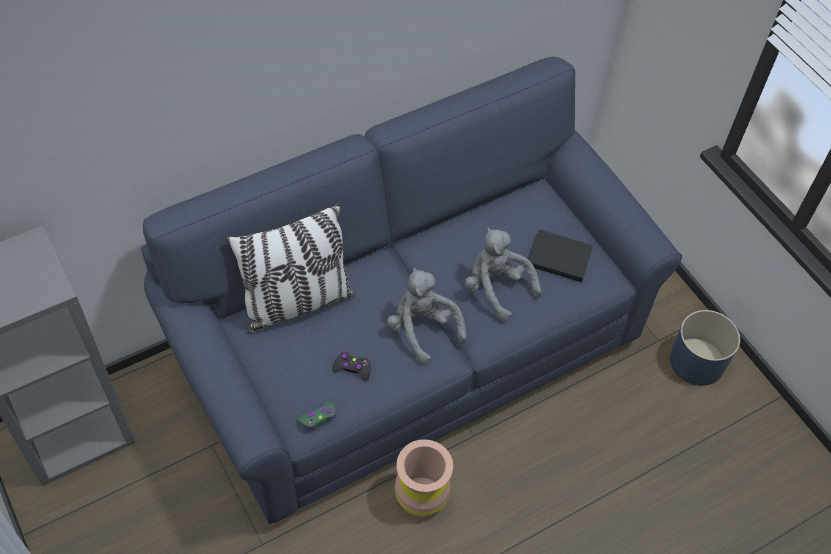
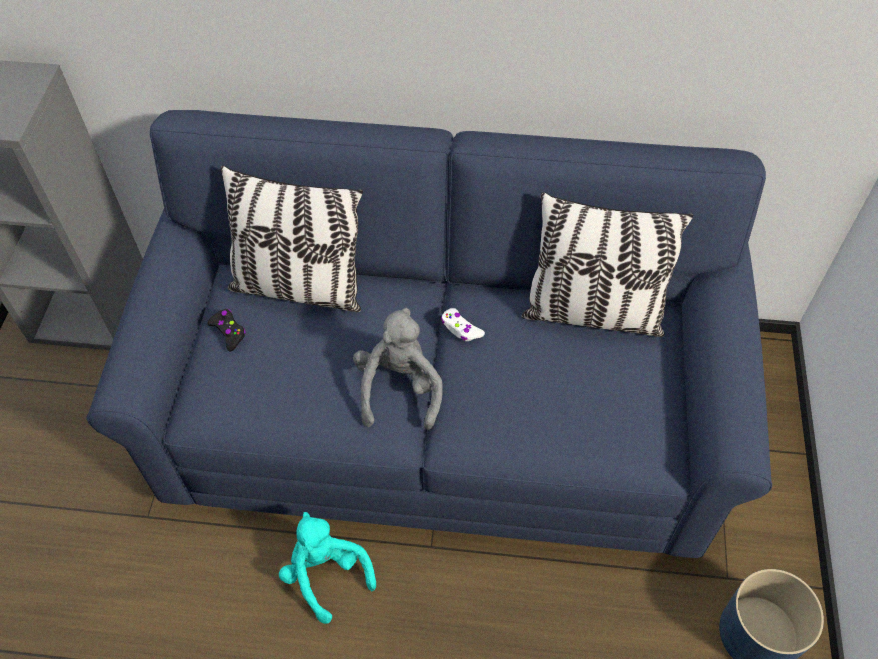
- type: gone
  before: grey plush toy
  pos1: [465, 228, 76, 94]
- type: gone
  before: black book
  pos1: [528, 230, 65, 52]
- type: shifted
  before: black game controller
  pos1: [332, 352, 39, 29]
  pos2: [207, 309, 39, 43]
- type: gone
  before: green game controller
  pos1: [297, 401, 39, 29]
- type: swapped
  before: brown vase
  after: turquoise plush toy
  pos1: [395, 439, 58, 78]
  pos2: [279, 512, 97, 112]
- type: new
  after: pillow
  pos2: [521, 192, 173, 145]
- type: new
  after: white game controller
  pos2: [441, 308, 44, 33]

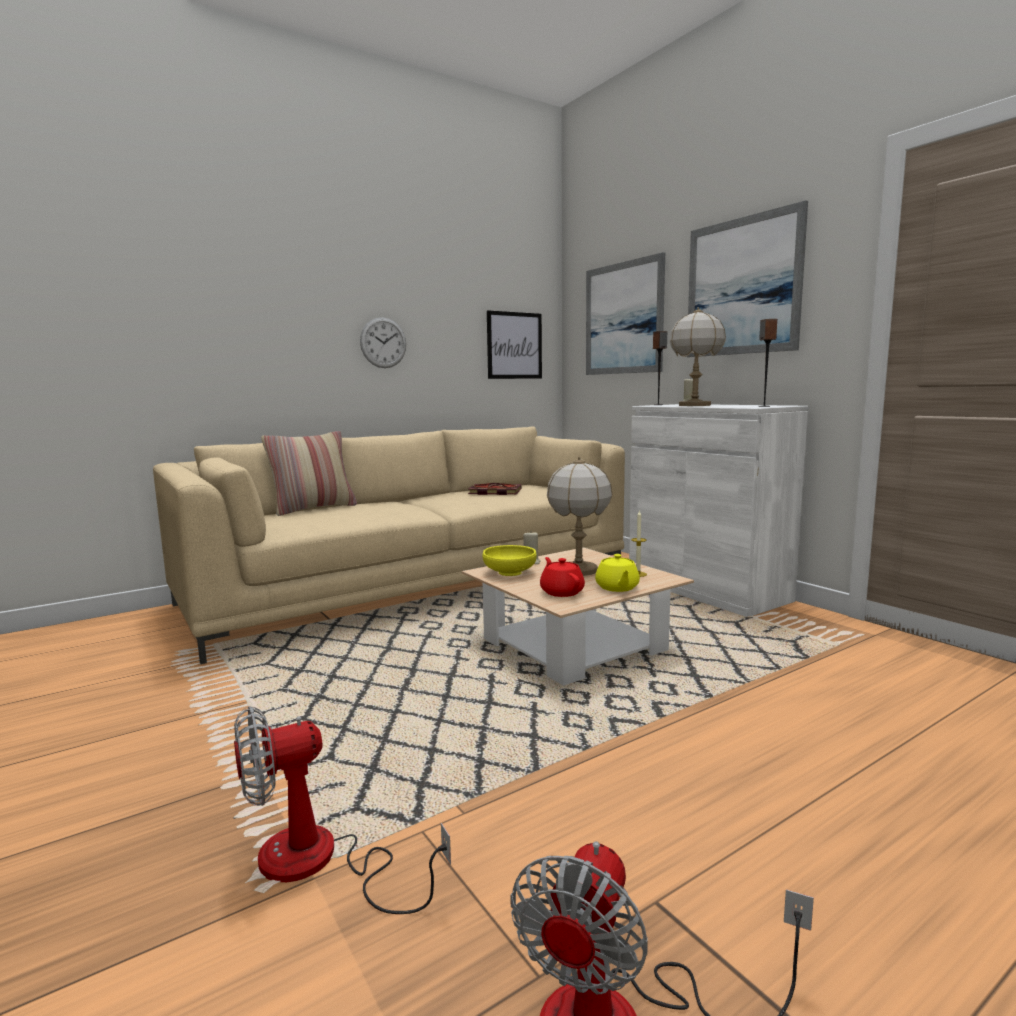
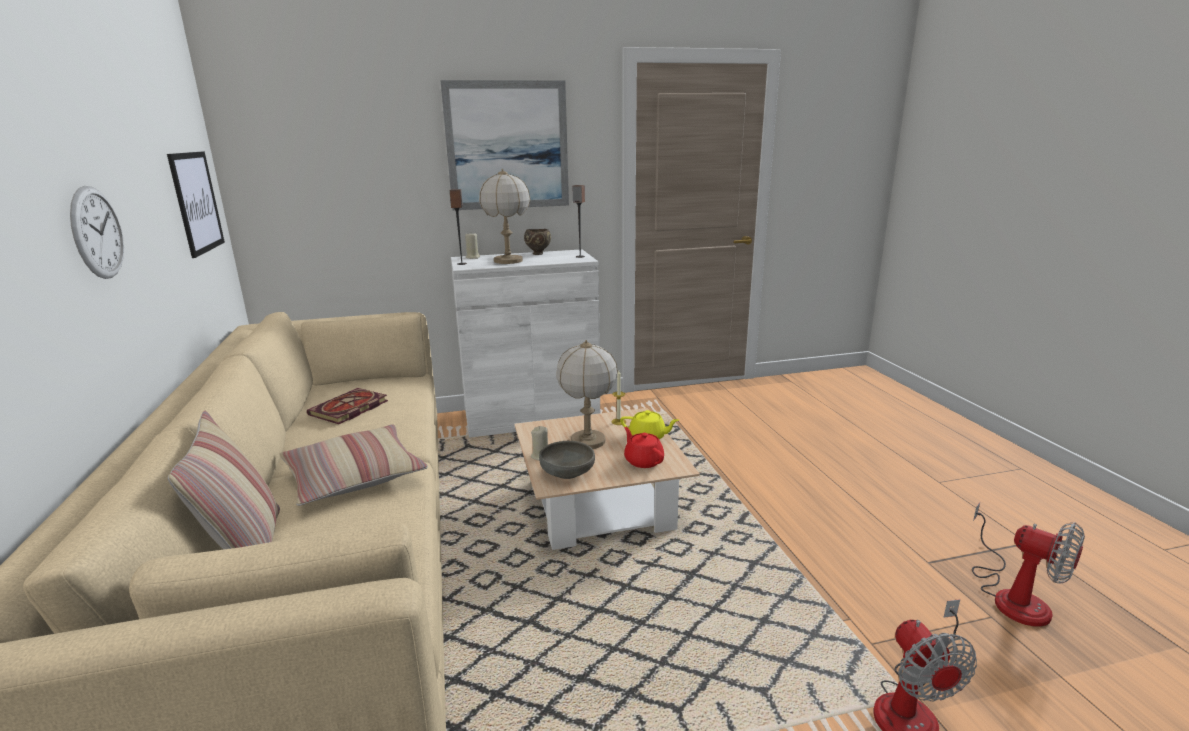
- type: gone
  before: picture
  pos1: [586, 252, 79, 123]
- type: repainted
  before: yellow bowl
  after: grey bowl
  pos1: [483, 545, 53, 31]
  pos2: [539, 441, 56, 38]
- type: rotated
  before: red teapot
  pos1: [540, 557, 45, 40]
  pos2: [624, 427, 40, 41]
  turn: 60
- type: new
  after: brown bowl
  pos2: [524, 229, 27, 26]
- type: new
  after: pillow
  pos2: [279, 424, 149, 82]

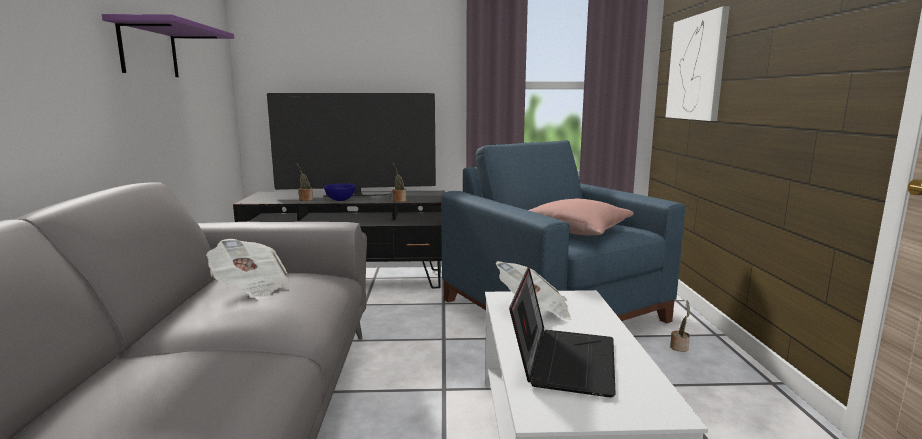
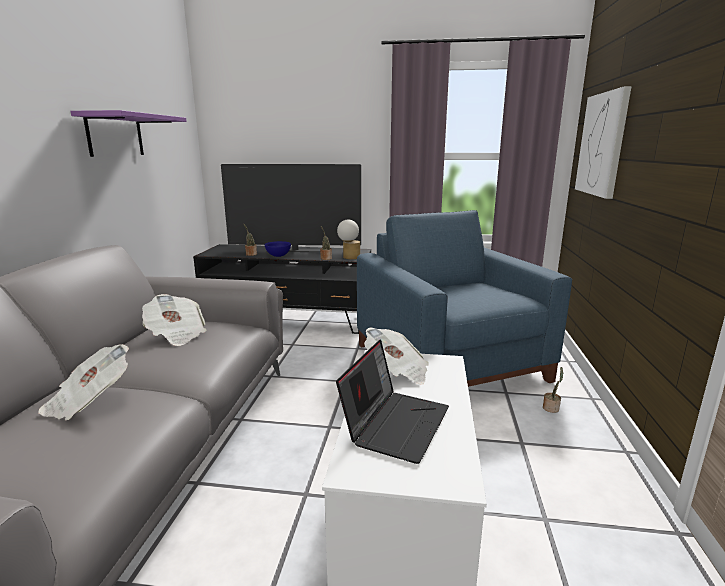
- type: gone
  before: pink pillow
  pos1: [529, 198, 105, 37]
- type: new
  after: table lamp
  pos2: [337, 219, 23, 40]
- type: new
  after: newspaper
  pos2: [38, 344, 91, 77]

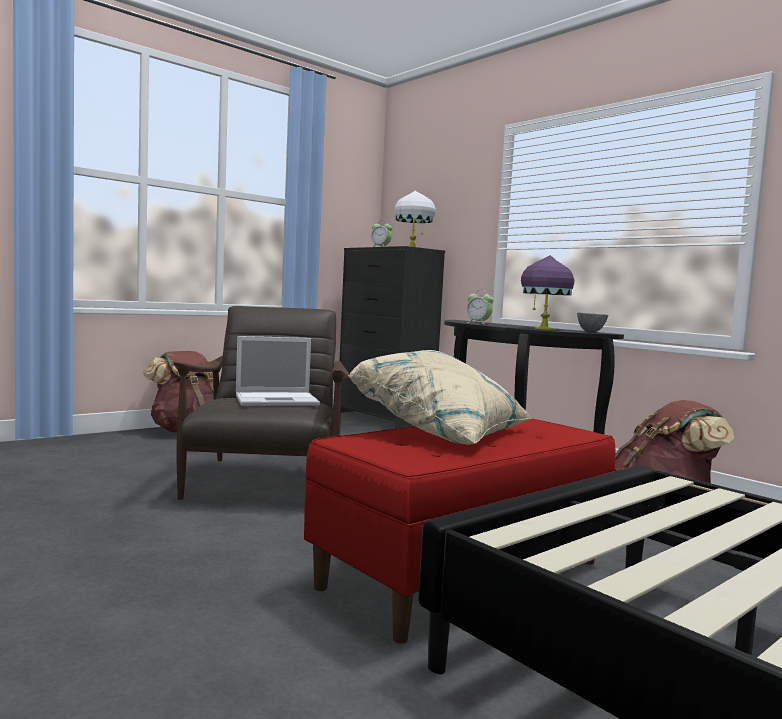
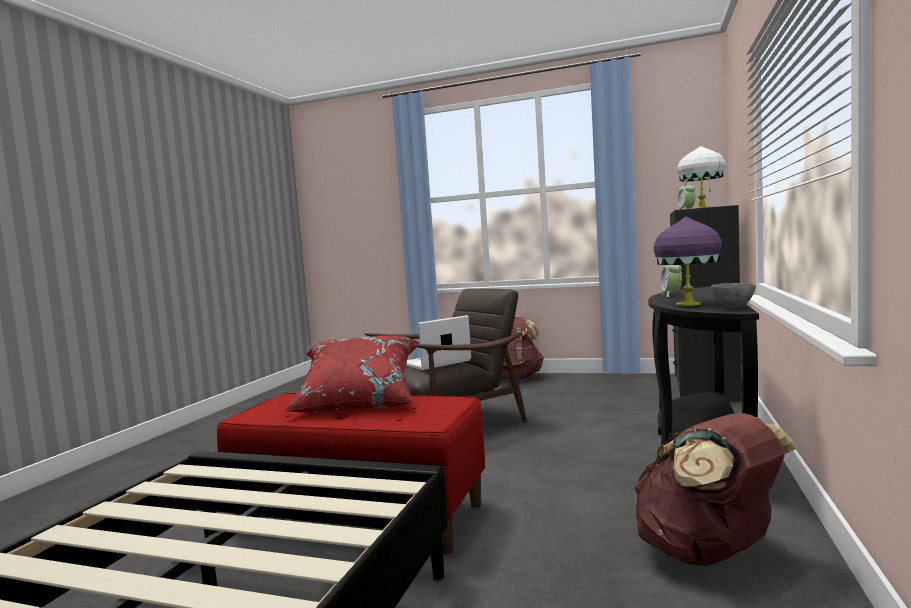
- type: rotated
  before: laptop
  pos1: [236, 336, 84, 70]
  pos2: [405, 315, 66, 55]
  turn: 105
- type: repainted
  before: beige pillow
  after: red pillow
  pos1: [348, 350, 185, 95]
  pos2: [284, 336, 136, 76]

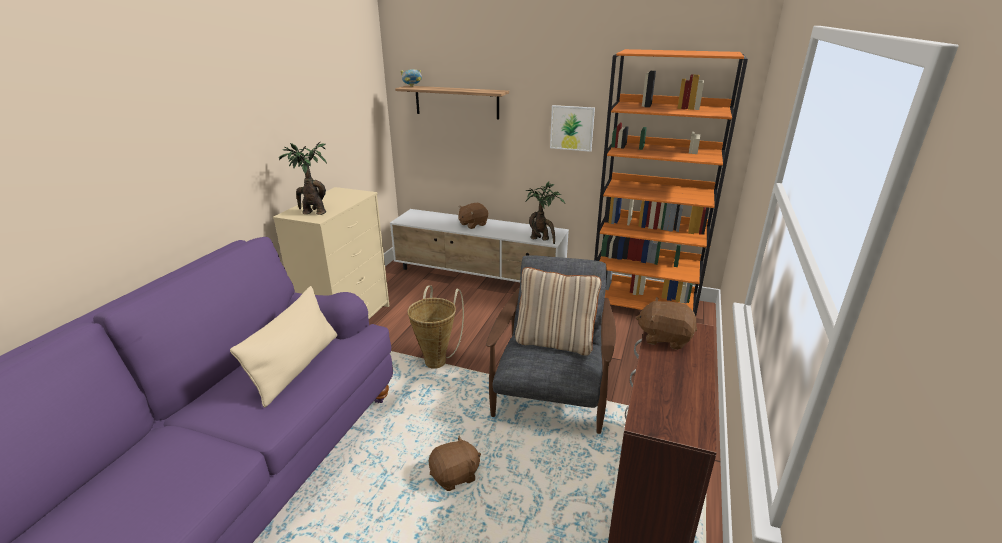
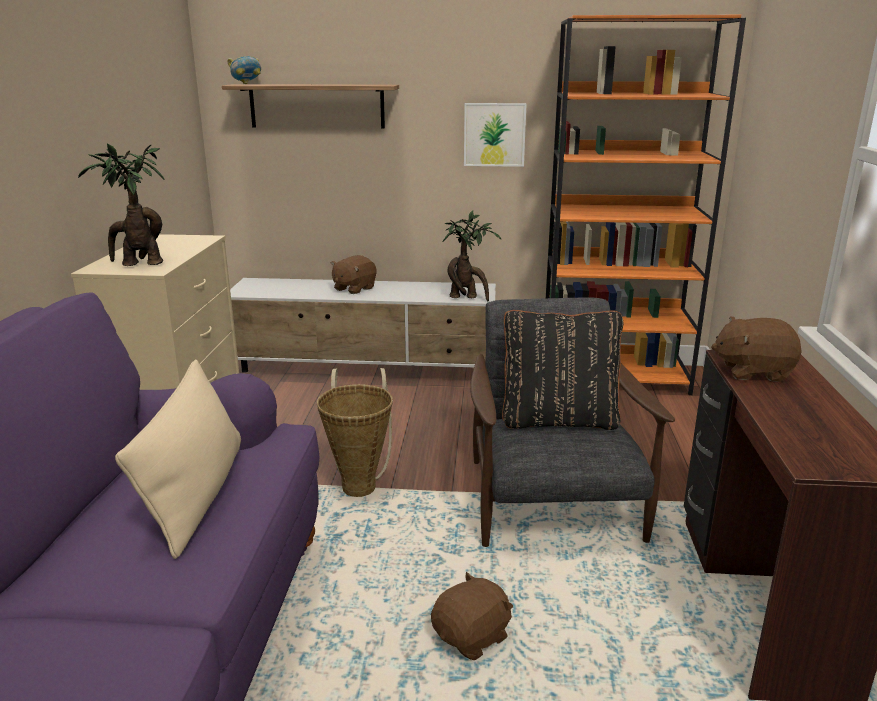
- type: repainted
  before: beige pillow
  after: black pillow
  pos1: [515, 267, 86, 89]
  pos2: [502, 310, 121, 120]

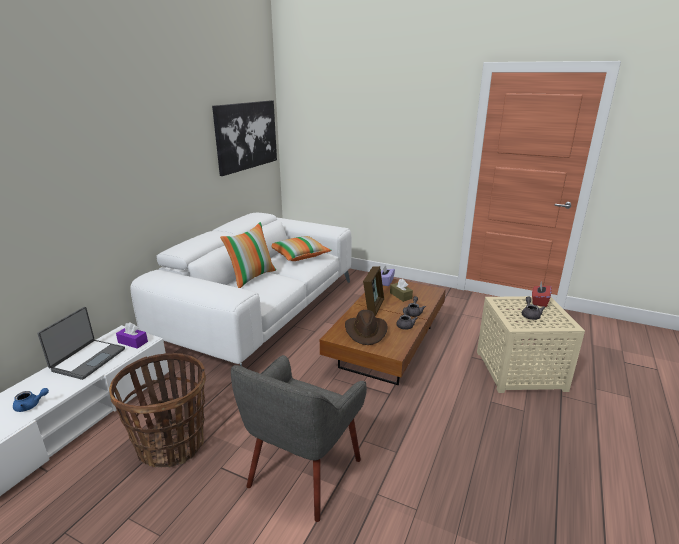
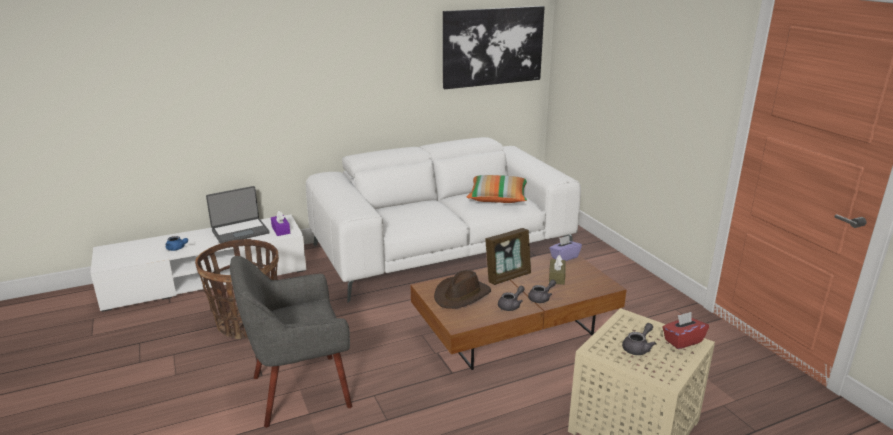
- type: gone
  before: pillow
  pos1: [220, 222, 56, 66]

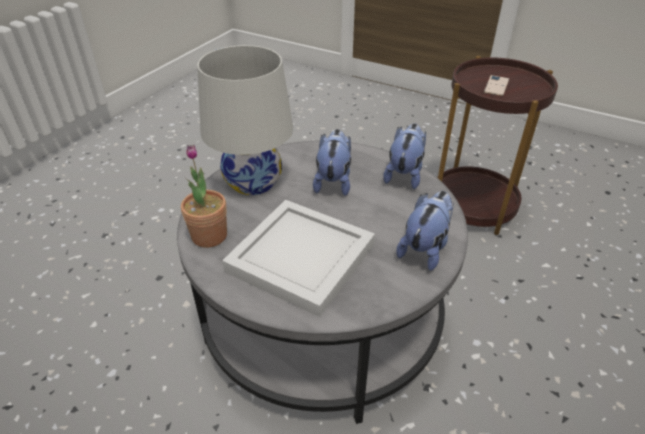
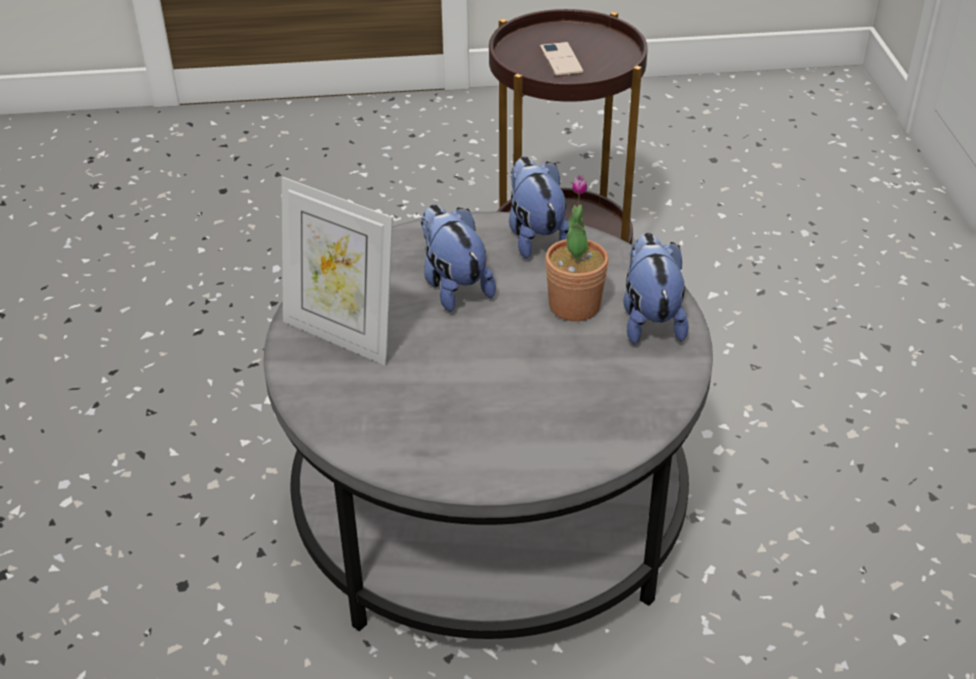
- type: swapped
  before: white table lamp
  after: picture frame
  pos1: [197, 45, 96, 150]
  pos2: [282, 177, 111, 189]
- type: shifted
  before: potted plant
  pos1: [181, 145, 46, 103]
  pos2: [545, 174, 64, 147]
- type: gone
  before: white tray
  pos1: [222, 200, 153, 117]

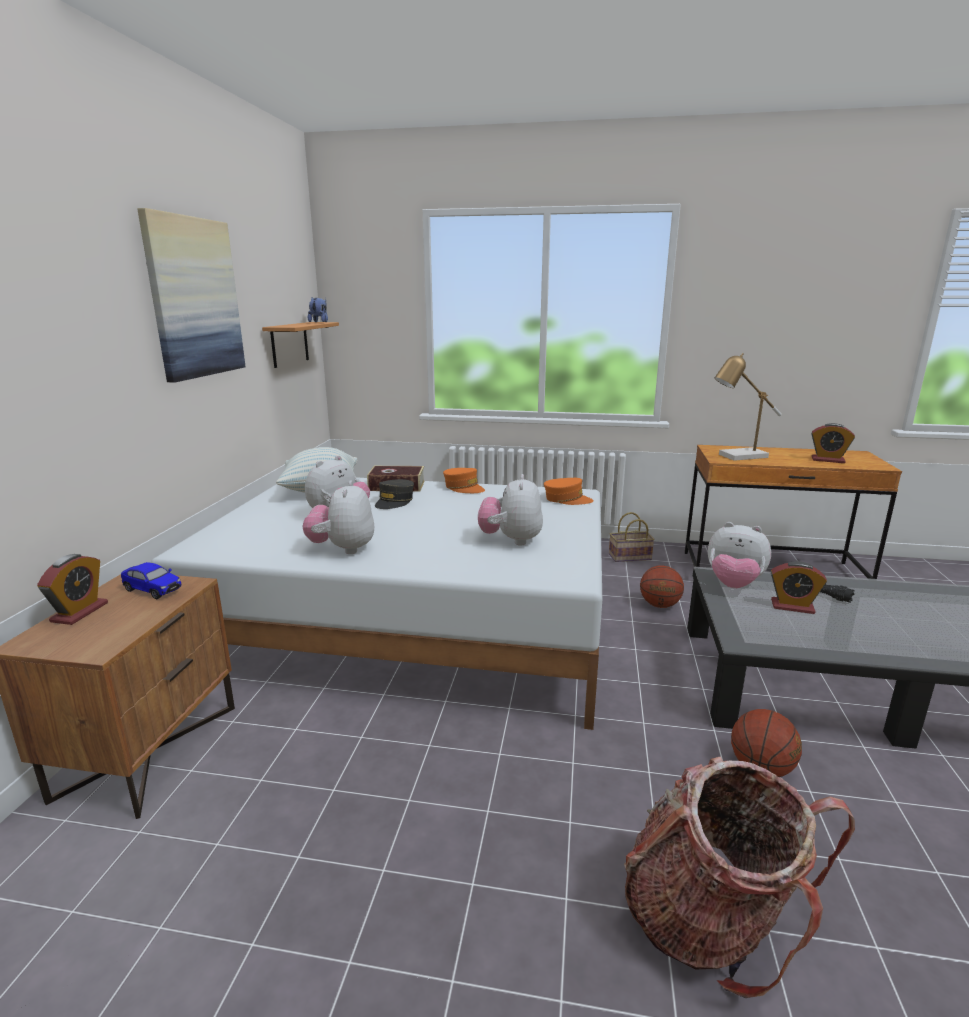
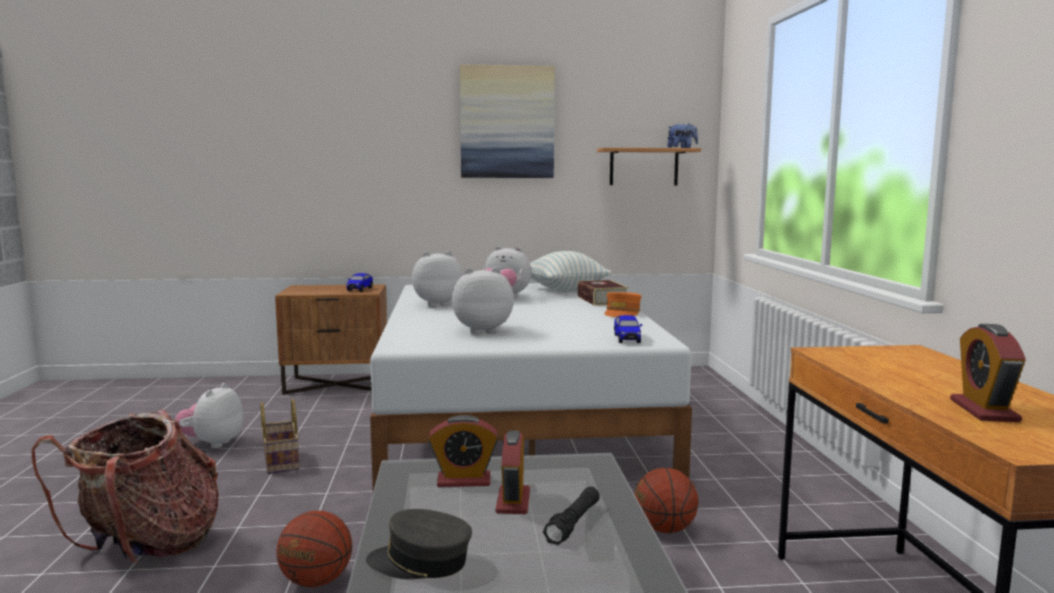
- type: gone
  before: table lamp
  pos1: [715, 353, 67, 108]
- type: swapped
  before: orange cap
  after: toy car
  pos1: [544, 478, 49, 27]
  pos2: [614, 315, 28, 28]
- type: shifted
  before: grey cap
  pos1: [375, 479, 39, 30]
  pos2: [366, 509, 106, 70]
- type: shifted
  before: basket
  pos1: [609, 512, 46, 50]
  pos2: [261, 399, 38, 75]
- type: shifted
  before: plush toy
  pos1: [708, 522, 63, 66]
  pos2: [175, 383, 69, 65]
- type: shifted
  before: alarm clock
  pos1: [37, 554, 71, 71]
  pos2: [428, 415, 70, 72]

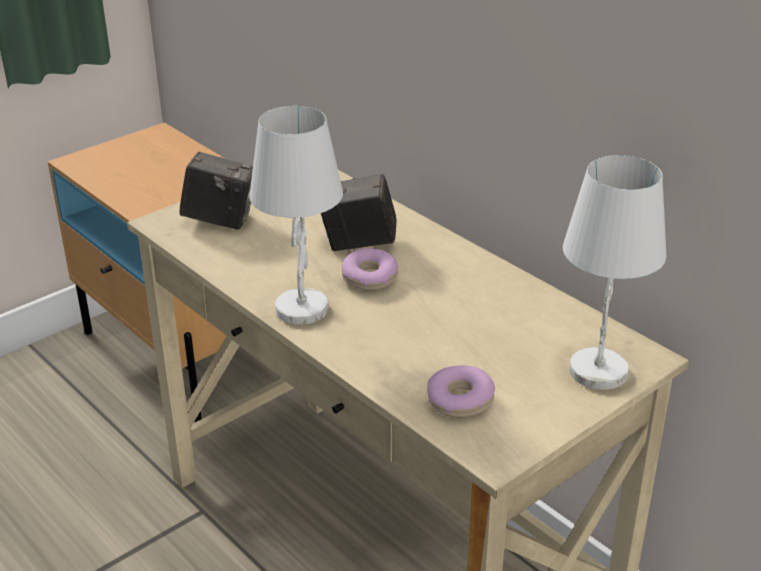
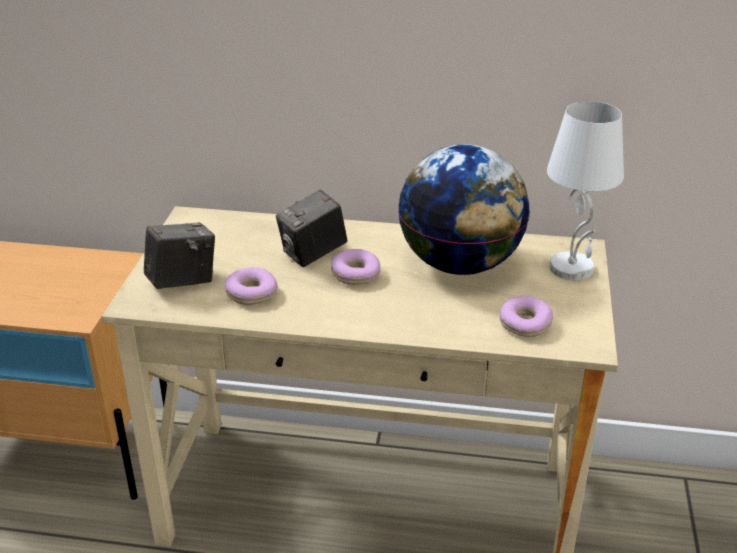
- type: gone
  before: white table lamp
  pos1: [249, 106, 94, 219]
- type: new
  after: globe
  pos2: [398, 144, 132, 131]
- type: new
  after: donut
  pos2: [225, 267, 53, 38]

